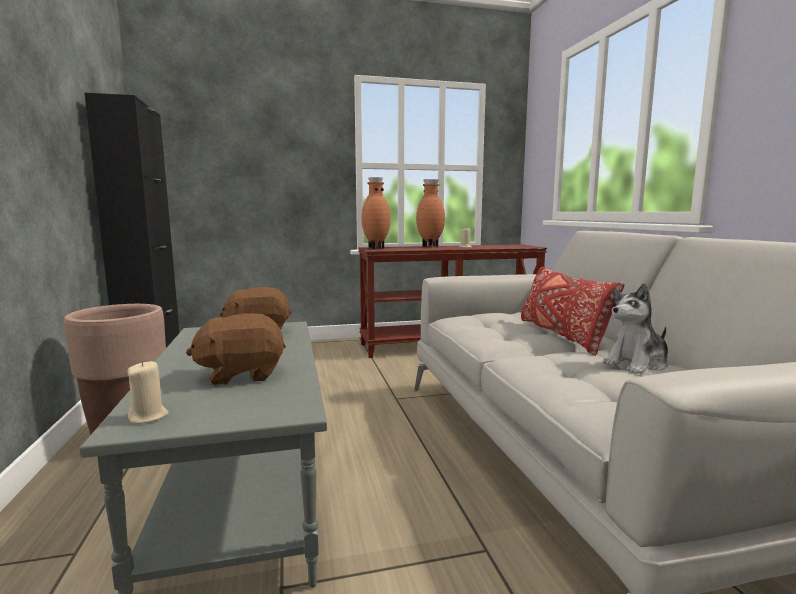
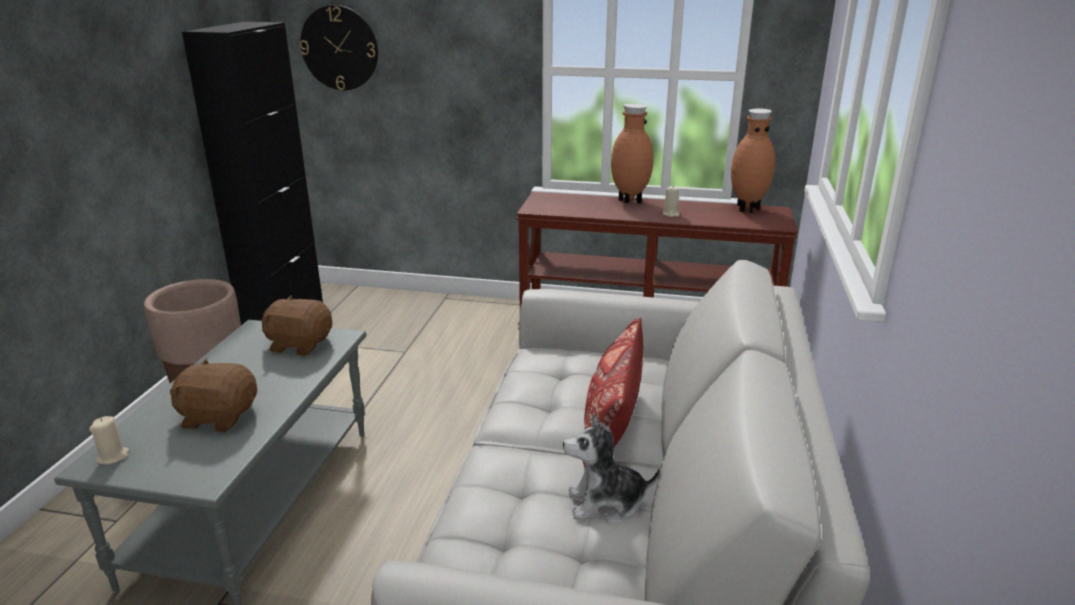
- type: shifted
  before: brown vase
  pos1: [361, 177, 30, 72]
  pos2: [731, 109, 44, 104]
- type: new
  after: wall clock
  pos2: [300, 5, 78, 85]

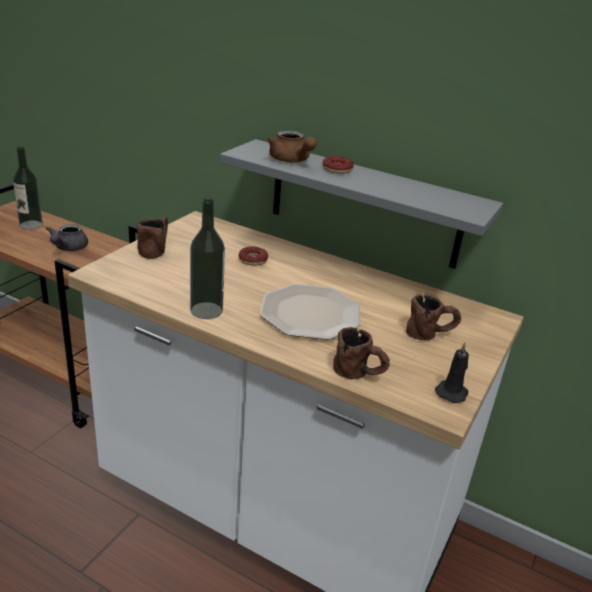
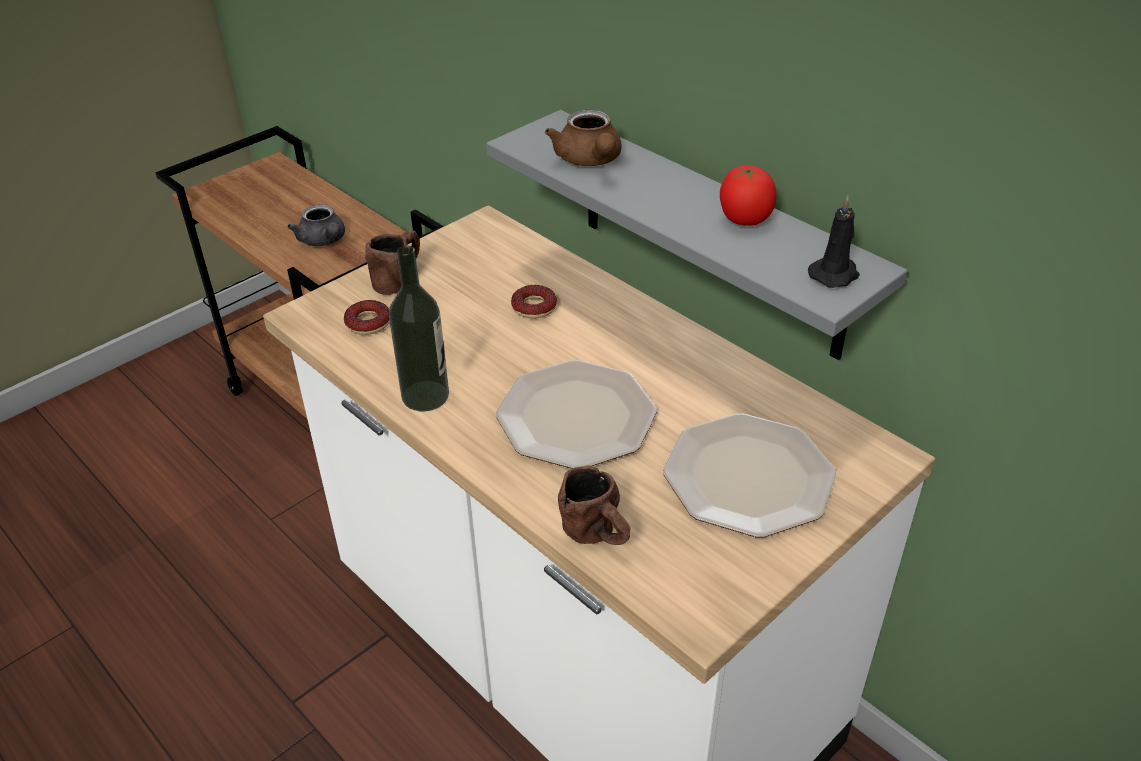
- type: gone
  before: bottle
  pos1: [13, 147, 30, 83]
- type: shifted
  before: donut
  pos1: [322, 156, 32, 18]
  pos2: [344, 300, 46, 35]
- type: rotated
  before: grey teapot
  pos1: [46, 224, 42, 27]
  pos2: [288, 205, 57, 41]
  turn: -60
- type: swapped
  before: brown mug
  after: plate
  pos1: [406, 295, 55, 45]
  pos2: [663, 413, 173, 125]
- type: shifted
  before: black candle
  pos1: [435, 342, 34, 61]
  pos2: [808, 196, 52, 92]
- type: new
  after: tomato
  pos2: [720, 165, 56, 61]

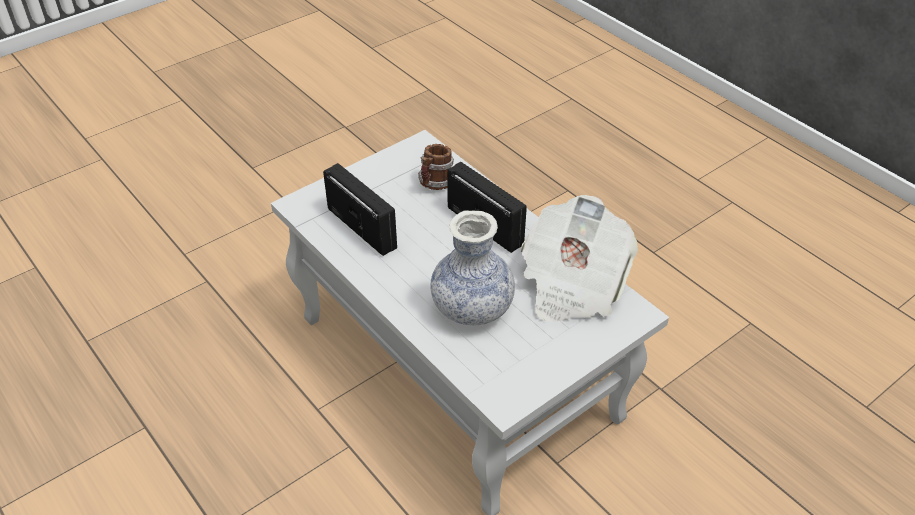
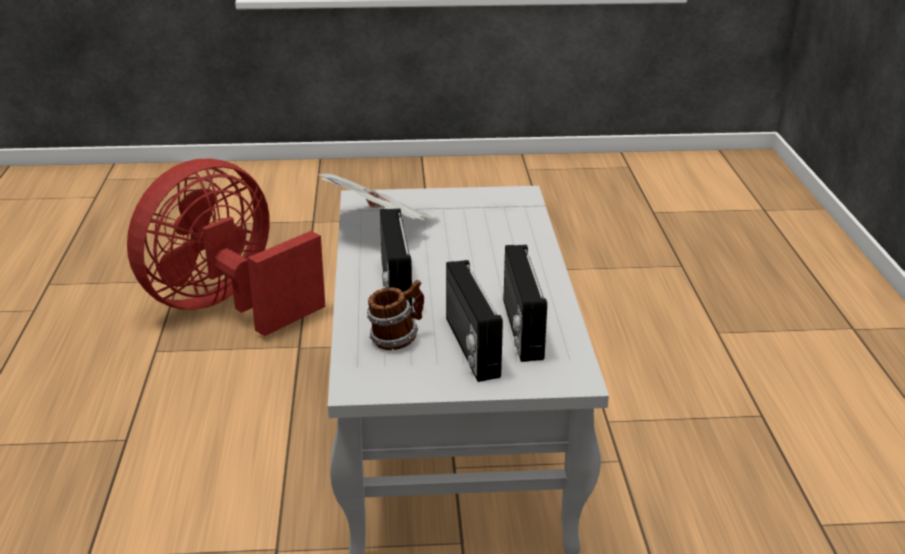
- type: gone
  before: vase
  pos1: [430, 210, 85, 115]
- type: new
  after: red fan
  pos2: [127, 159, 198, 177]
- type: new
  after: radio
  pos2: [446, 260, 57, 122]

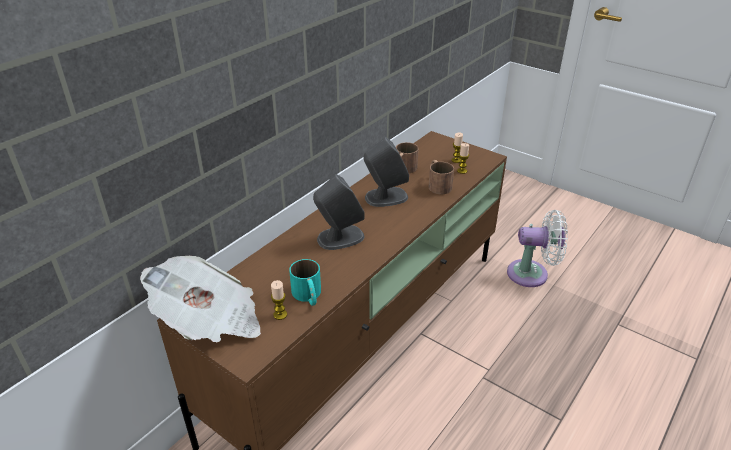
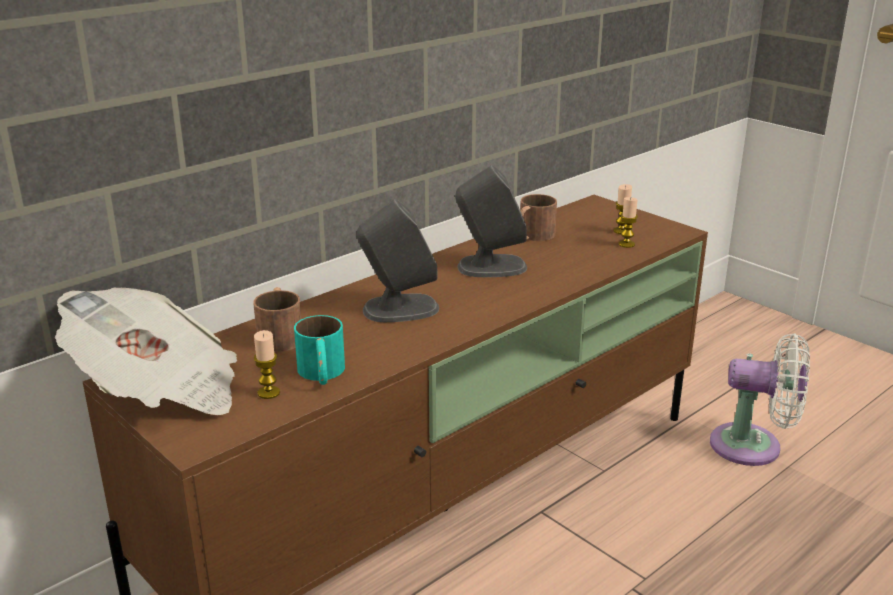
- type: shifted
  before: brown mug
  pos1: [429, 160, 25, 34]
  pos2: [253, 287, 48, 65]

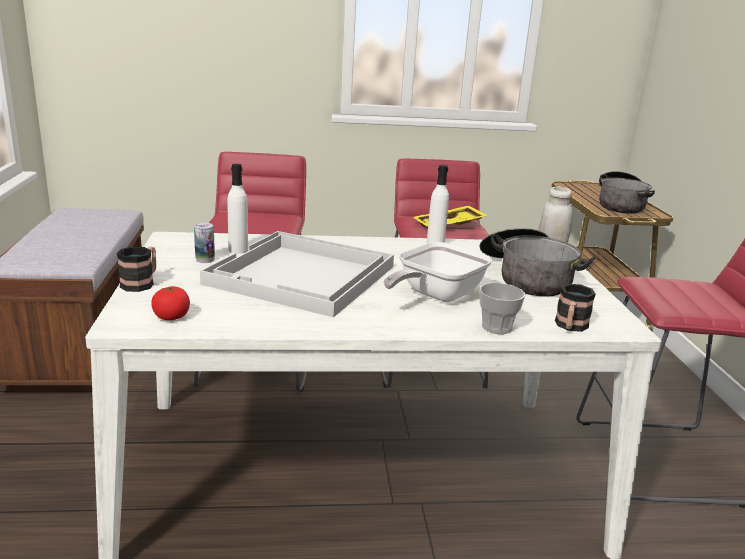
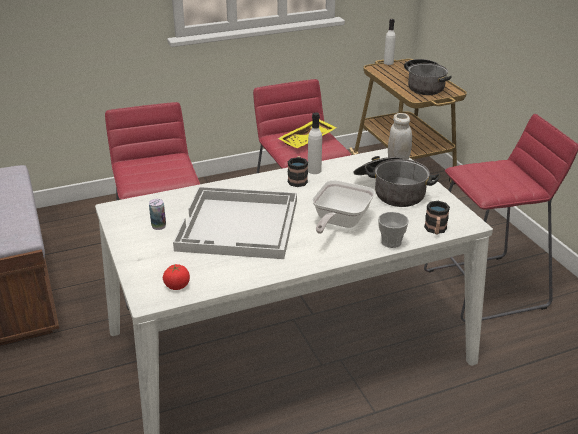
- type: shifted
  before: white bottle
  pos1: [228, 164, 20, 89]
  pos2: [384, 19, 12, 46]
- type: shifted
  before: mug
  pos1: [117, 247, 39, 45]
  pos2: [288, 156, 20, 31]

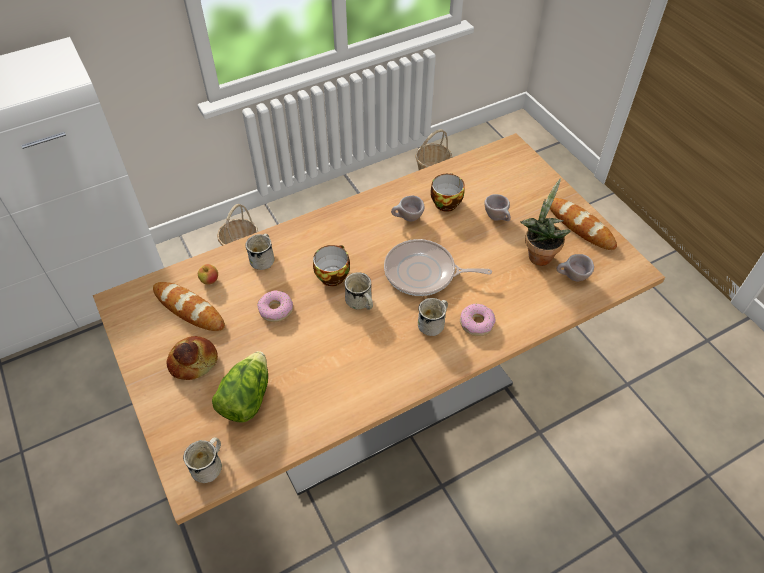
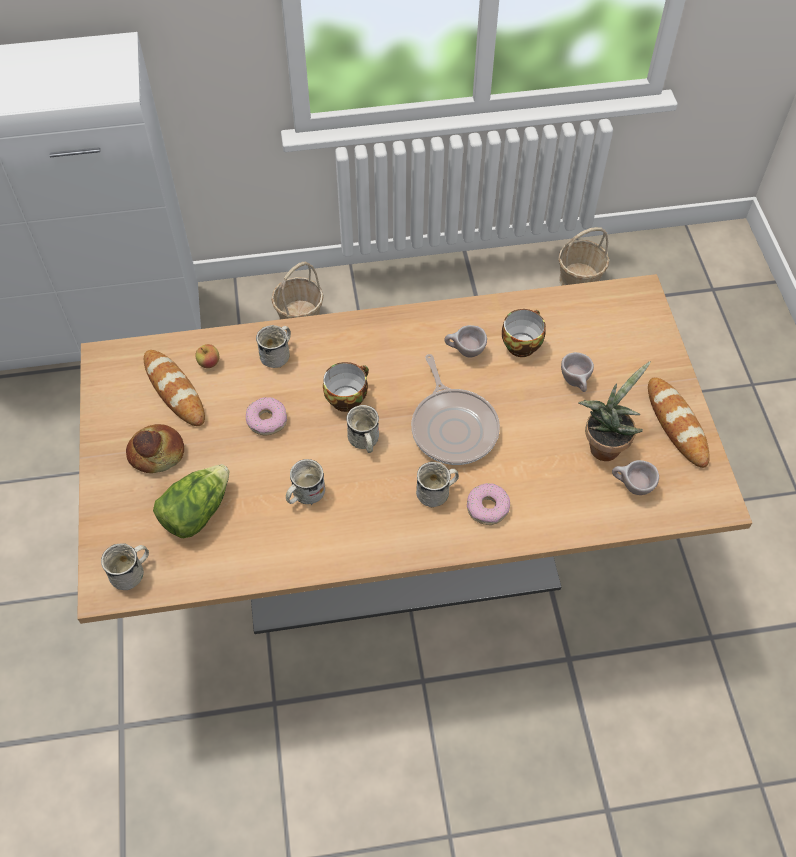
- type: rotated
  before: frying pan
  pos1: [384, 239, 108, 57]
  pos2: [411, 354, 89, 111]
  turn: -135
- type: new
  after: white mug
  pos2: [286, 459, 39, 46]

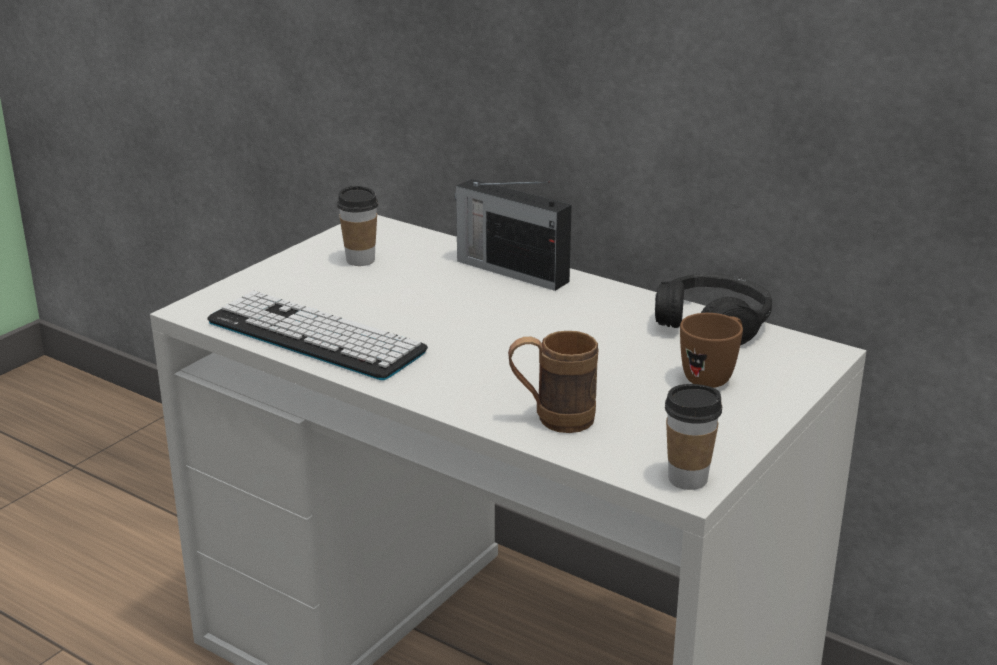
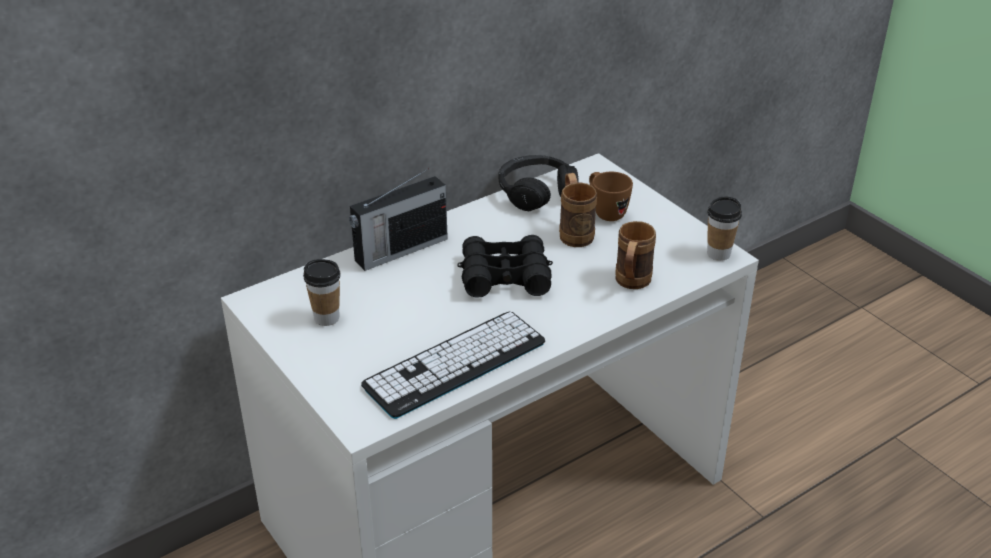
- type: new
  after: brown mug
  pos2: [559, 173, 38, 74]
- type: new
  after: black binoculars
  pos2: [457, 235, 96, 63]

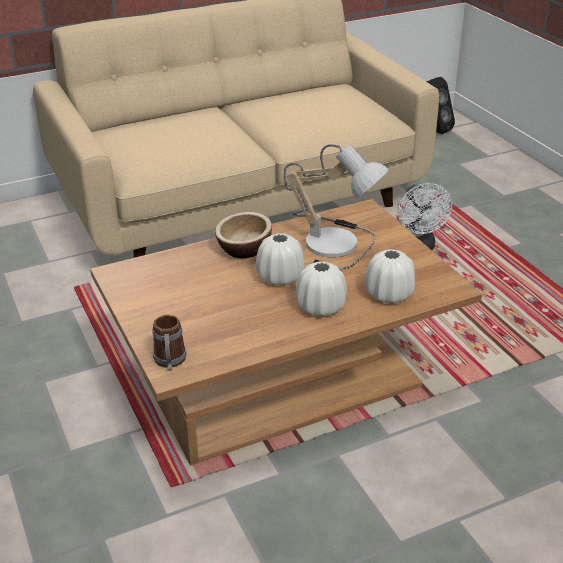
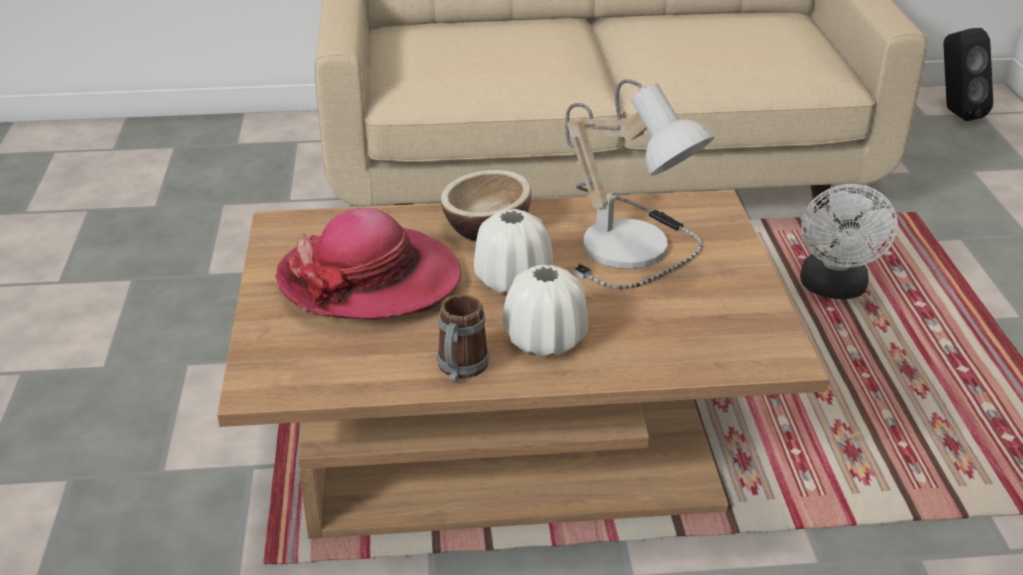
- type: gone
  before: white vase
  pos1: [365, 249, 50, 54]
- type: shifted
  before: mug
  pos1: [153, 315, 34, 55]
  pos2: [437, 295, 52, 87]
- type: new
  after: hat
  pos2: [276, 208, 185, 112]

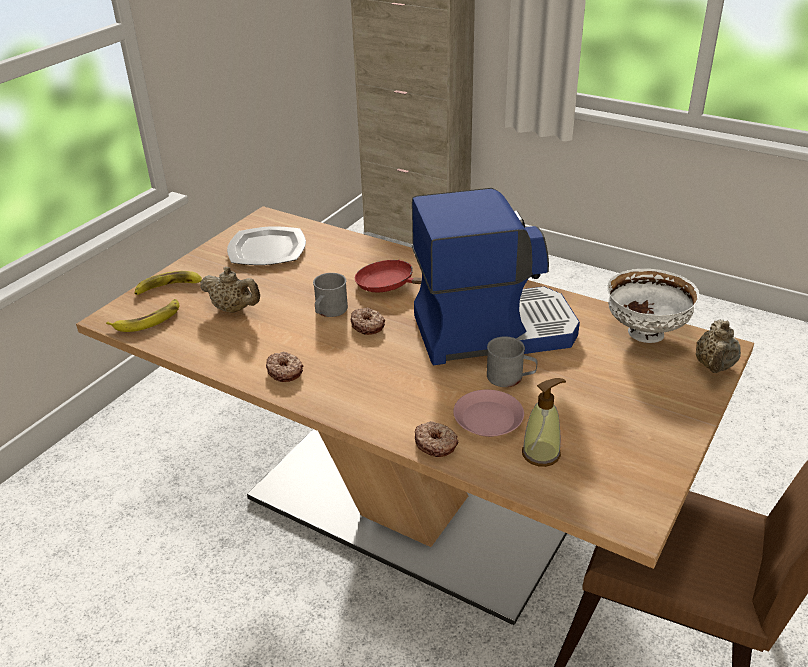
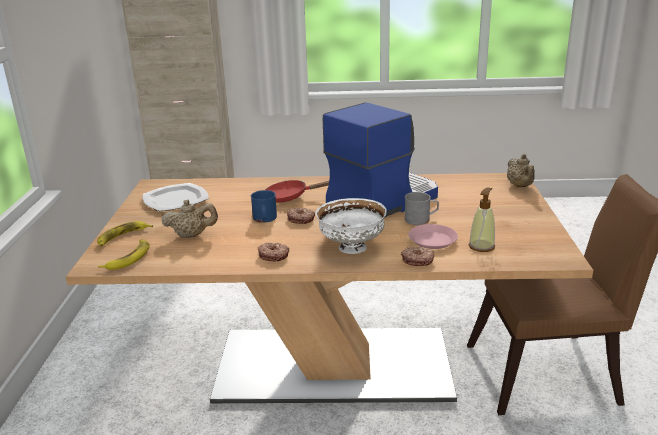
- type: shifted
  before: white bowl
  pos1: [607, 269, 93, 74]
  pos2: [315, 198, 72, 56]
- type: repainted
  before: grey mug
  after: blue mug
  pos1: [313, 273, 35, 44]
  pos2: [251, 190, 26, 33]

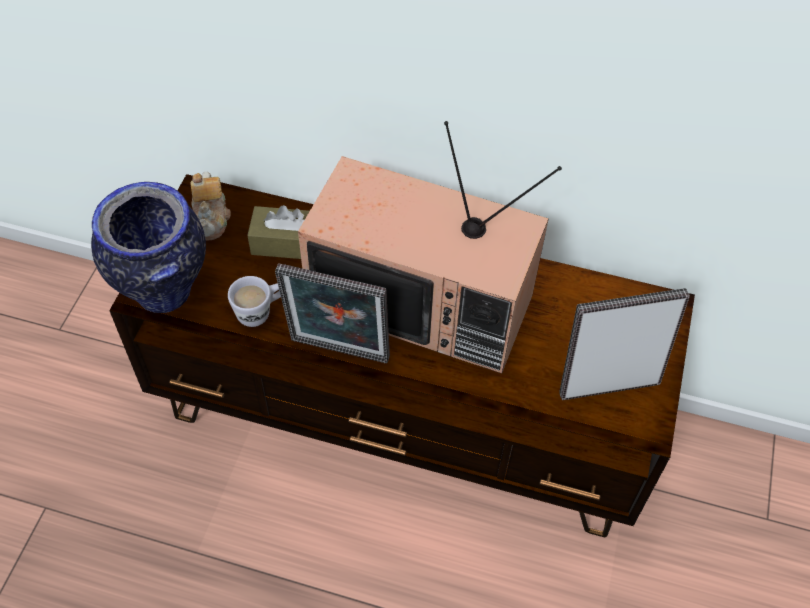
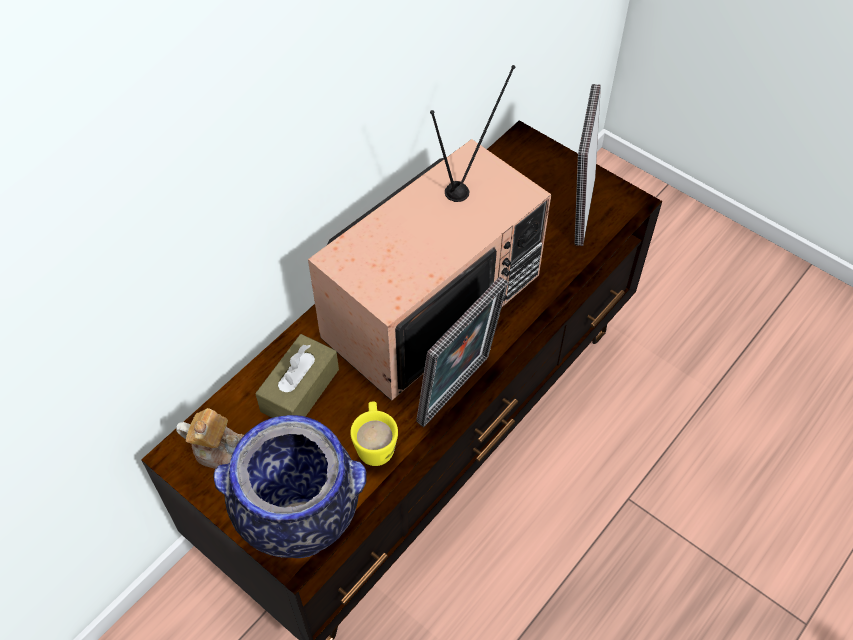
- type: repainted
  before: white mug
  after: yellow mug
  pos1: [228, 276, 53, 51]
  pos2: [350, 402, 48, 64]

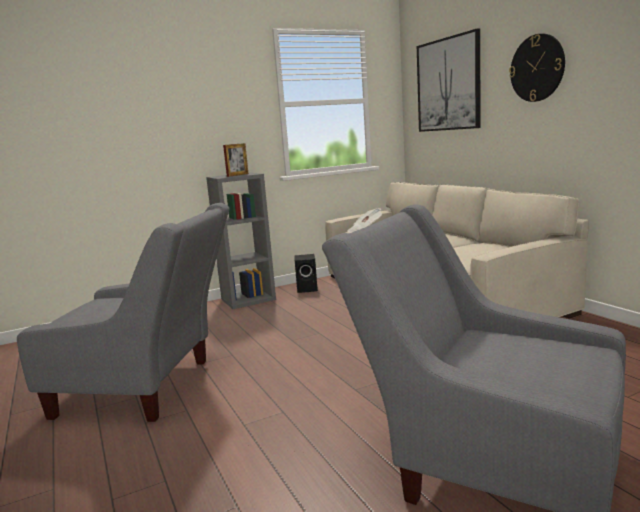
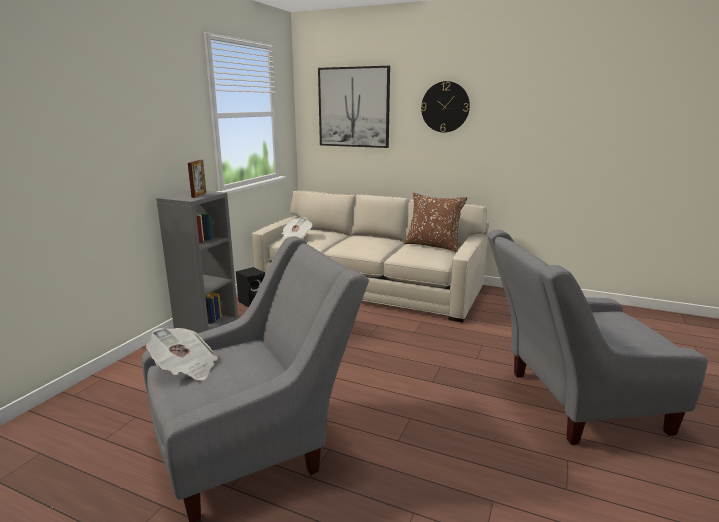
- type: new
  after: brown pillow
  pos2: [404, 193, 63, 60]
- type: new
  after: newspaper
  pos2: [146, 328, 72, 52]

